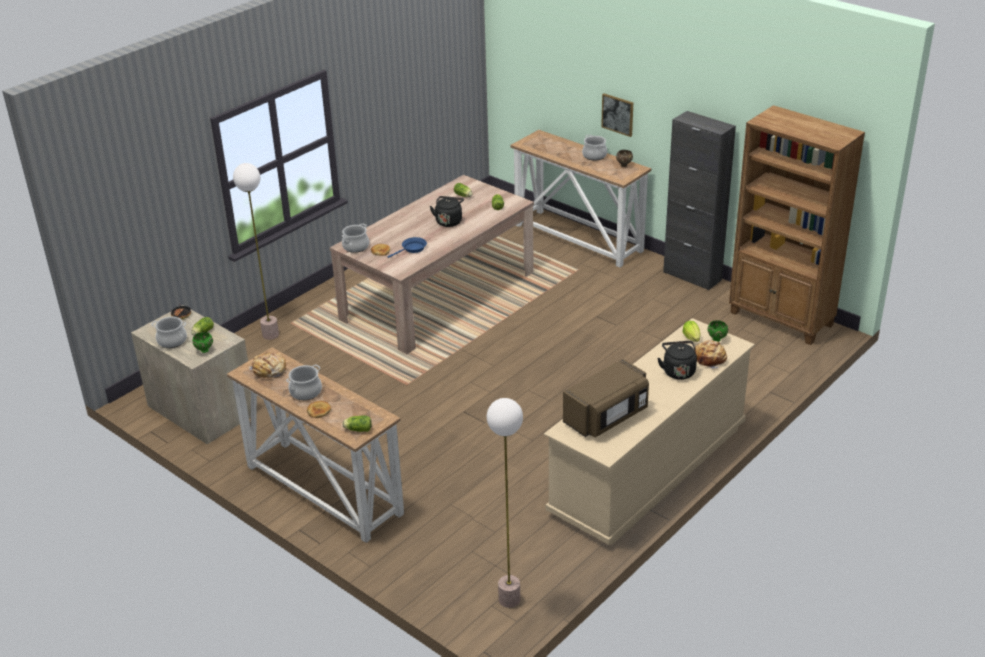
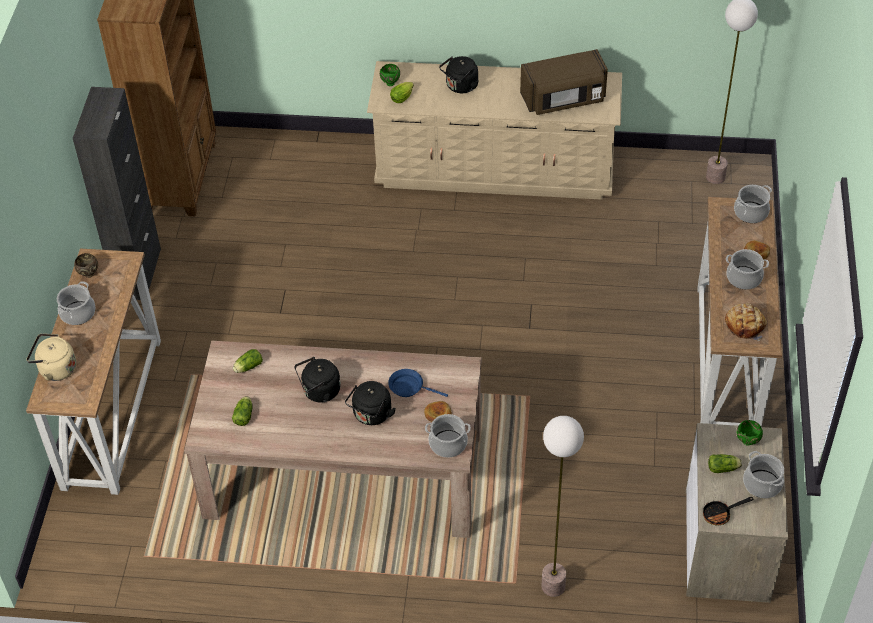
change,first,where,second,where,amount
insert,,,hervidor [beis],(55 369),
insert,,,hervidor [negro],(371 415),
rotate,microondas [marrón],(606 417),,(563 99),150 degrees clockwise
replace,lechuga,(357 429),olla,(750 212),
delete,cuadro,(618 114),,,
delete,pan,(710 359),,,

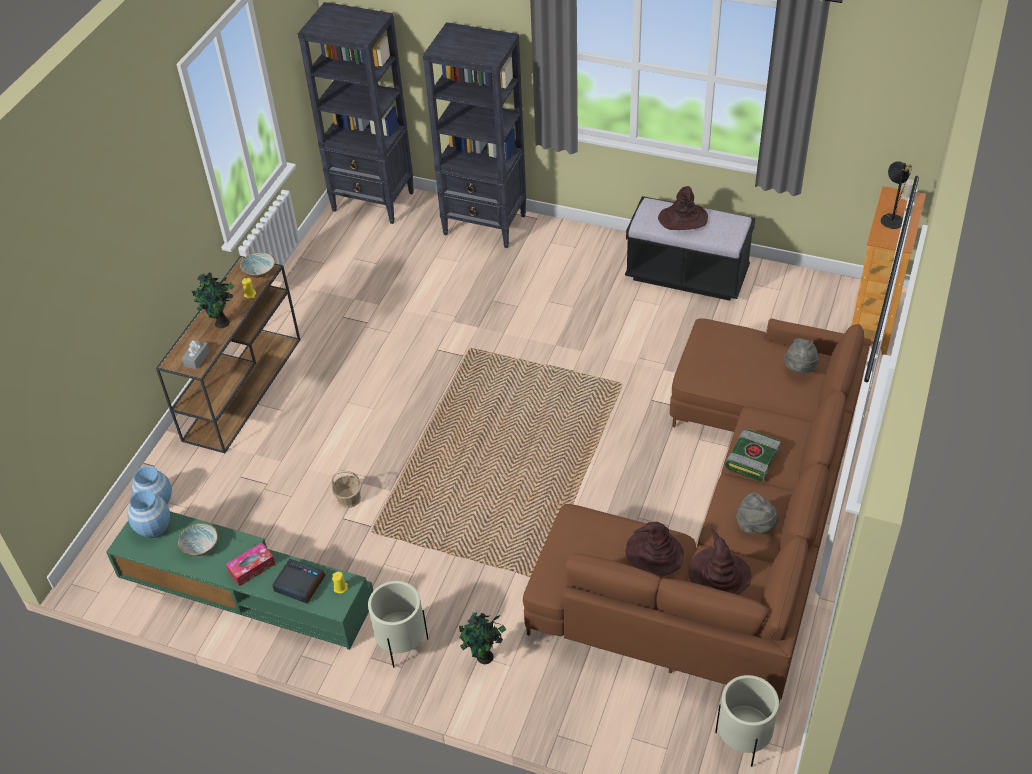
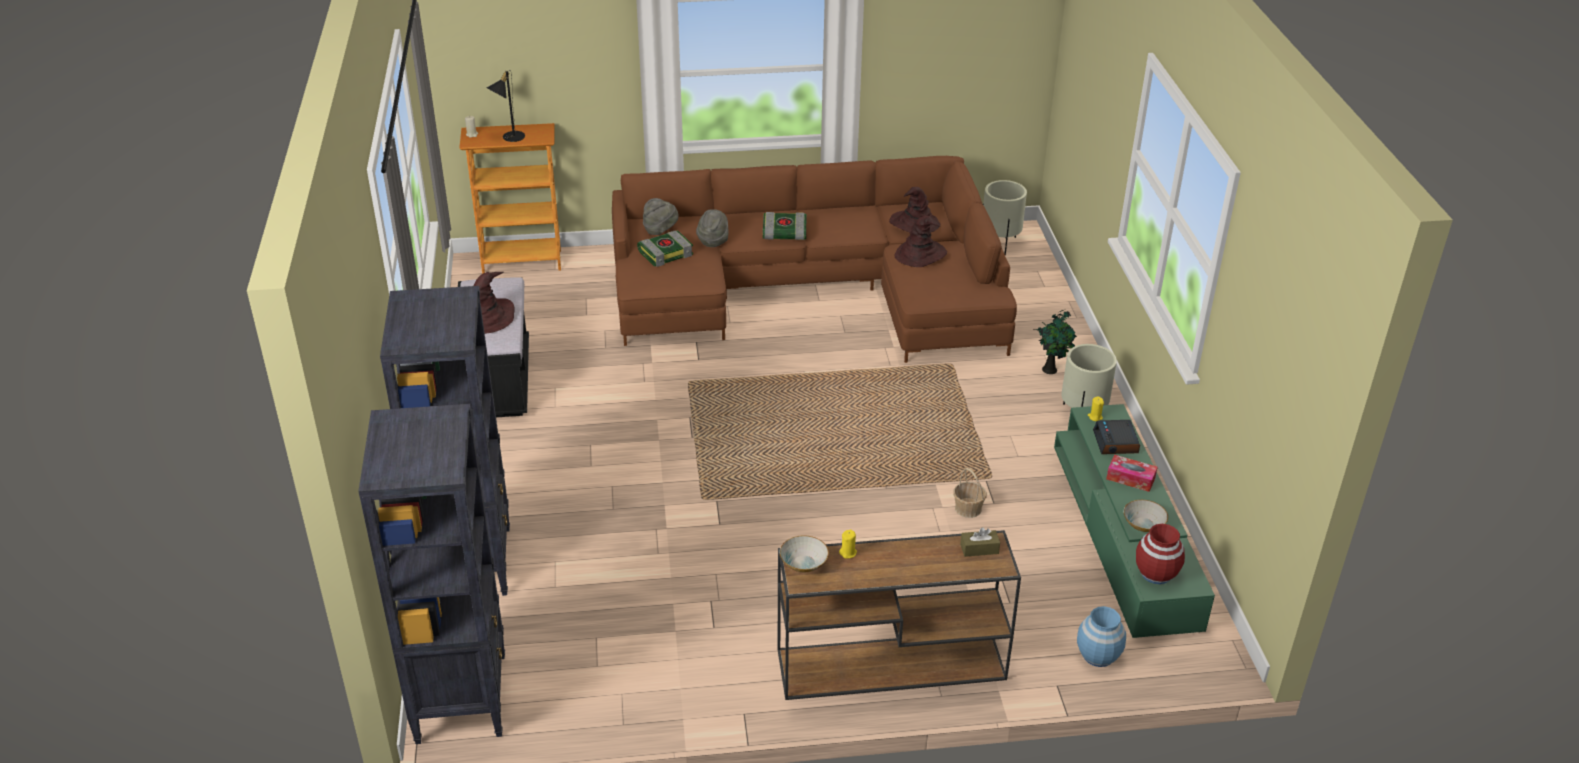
change,first,where,second,where,amount
insert,,,libro,(666 253),
move,sombrero [gris],(755 526),,(713 240),
recolor,caja de pañuelos [gris],(197 358),caja de pañuelos [marrón],(979 549),
recolor,florero [azul],(153 527),florero [rojo],(1156 573),
delete,planta en maceta,(222 324),,,

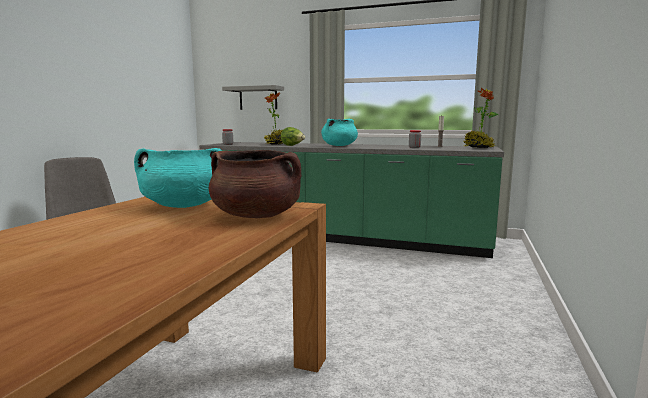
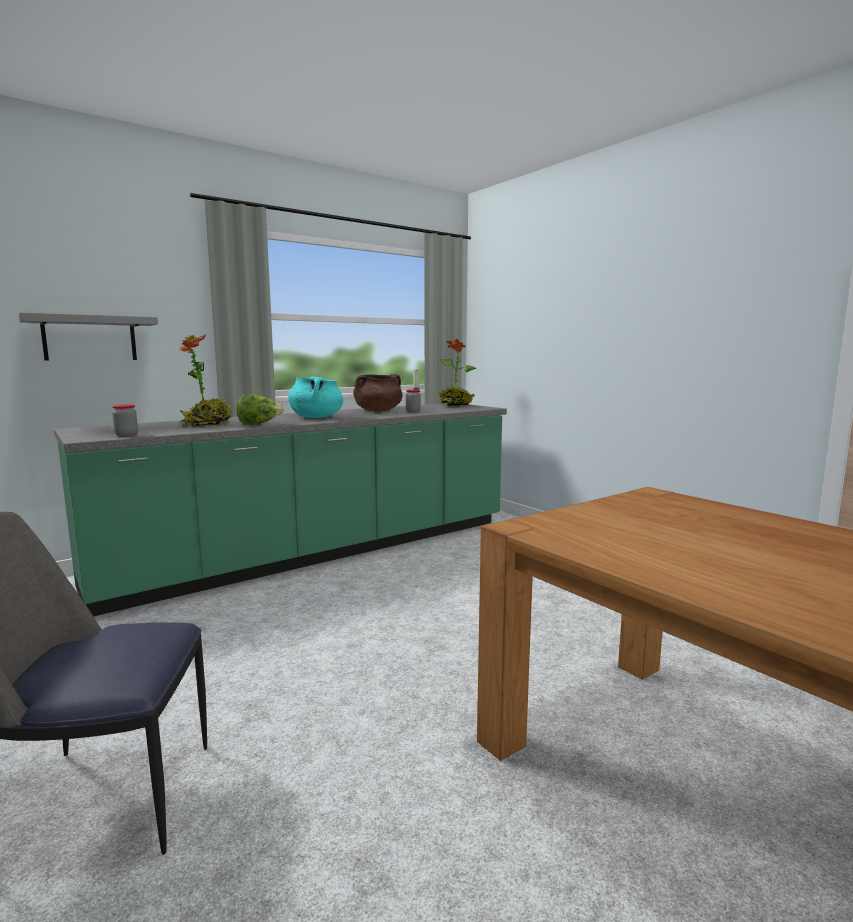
change,first,where,second,where,amount
move,olla [marrón],(256 216),,(378 410),
delete,olla [turquesa],(183 206),,,

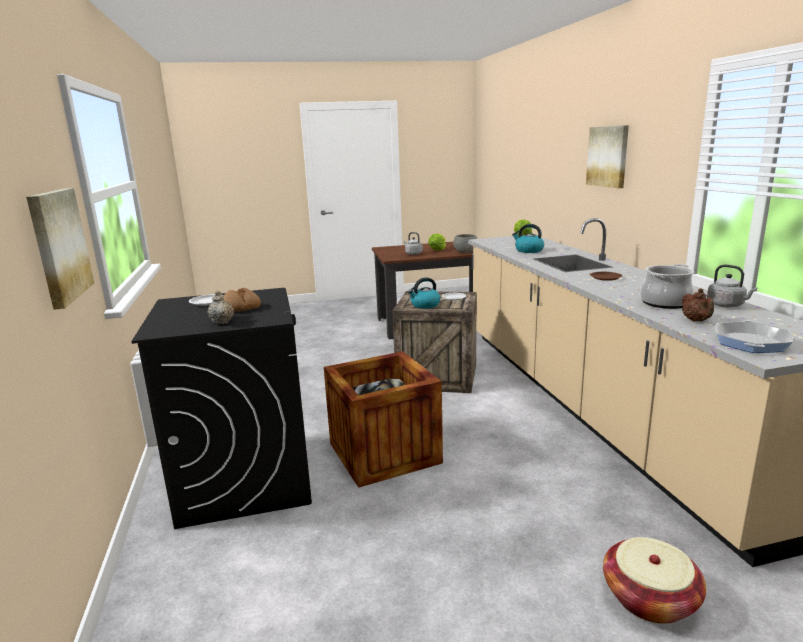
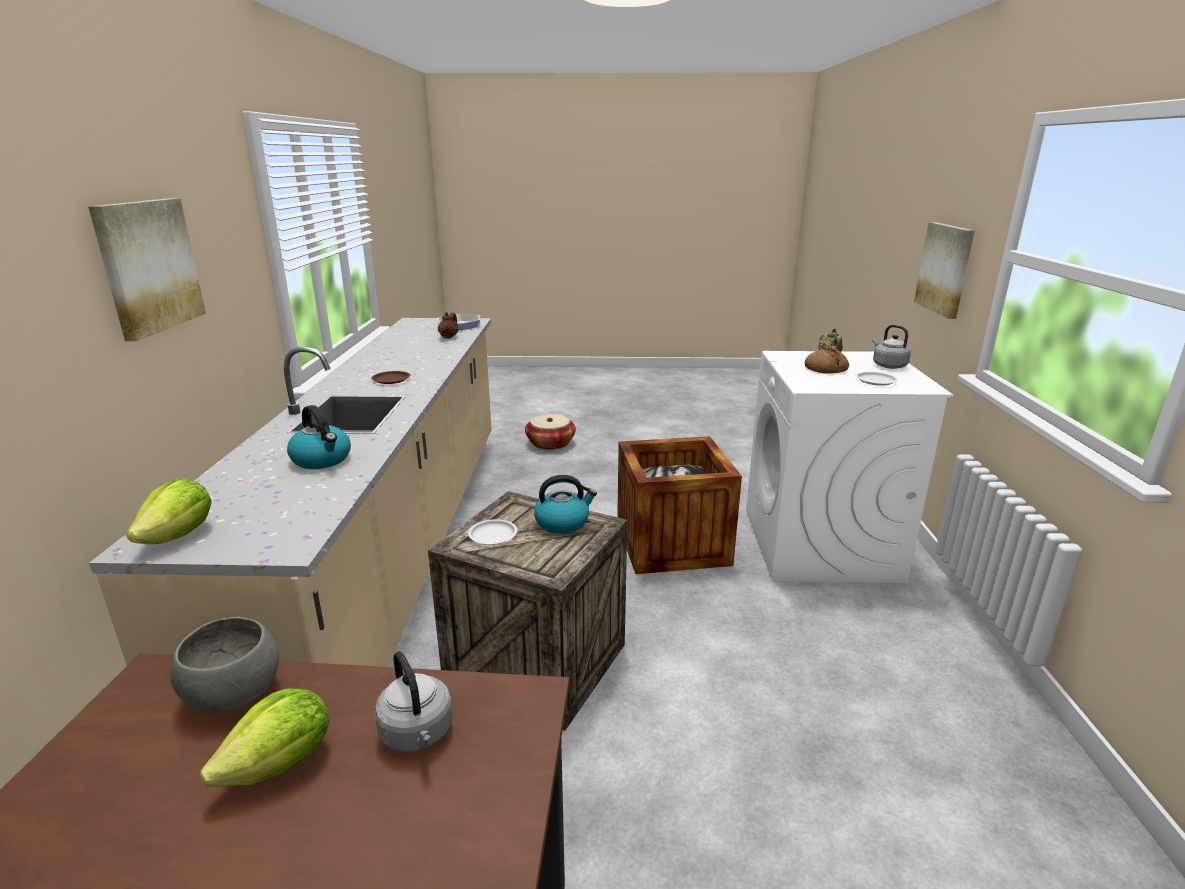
change,first,where,second,where,amount
recolor,lavadora [negro],(245 477),lavadora [blanco],(820 545),
move,hervidor [gris],(727 305),,(888 365),
delete,olla,(665 303),,,

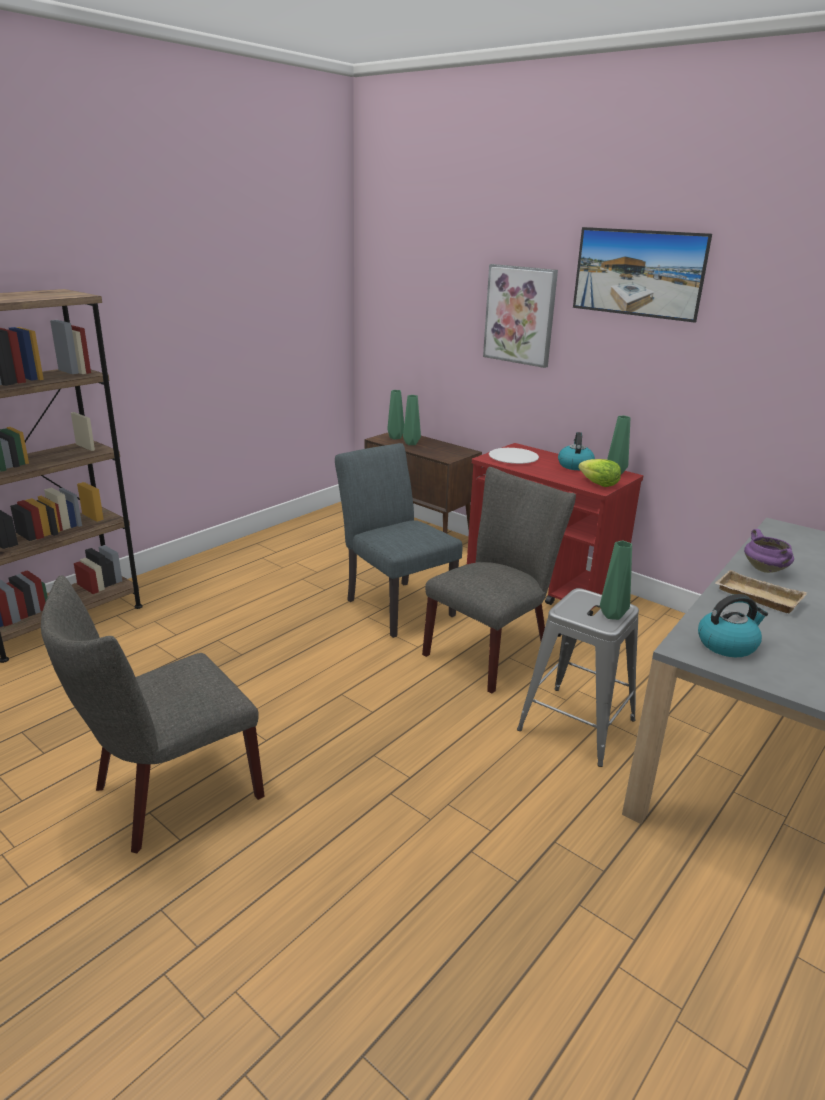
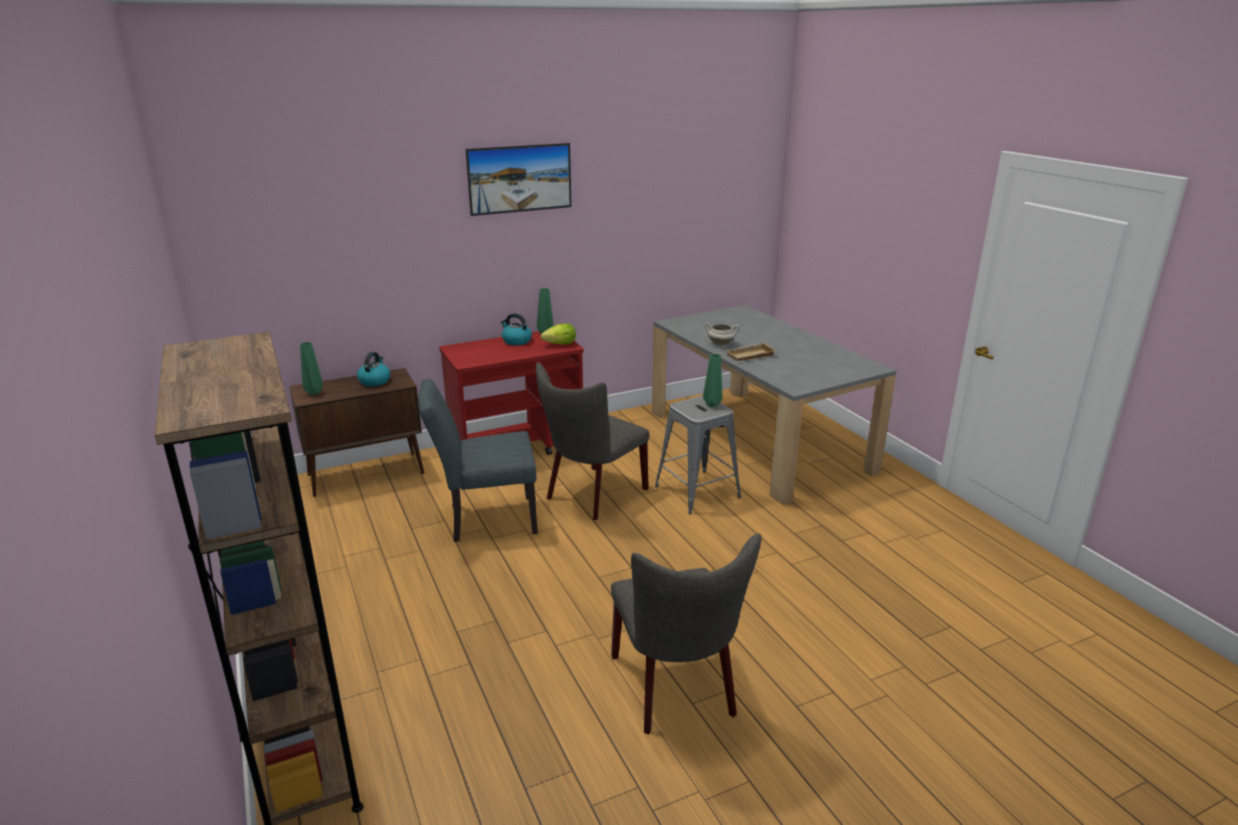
change,first,where,second,where,amount
move,hervidor,(727 644),,(374 381),
rotate,silla [gris],(492 651),,(592 495),120 degrees counterclockwise
recolor,olla [morado],(766 570),olla [blanco],(721 344),
delete,florero [verde],(411 444),,,
delete,cuadro,(520 315),,,
delete,plato [blanco],(513 457),,,

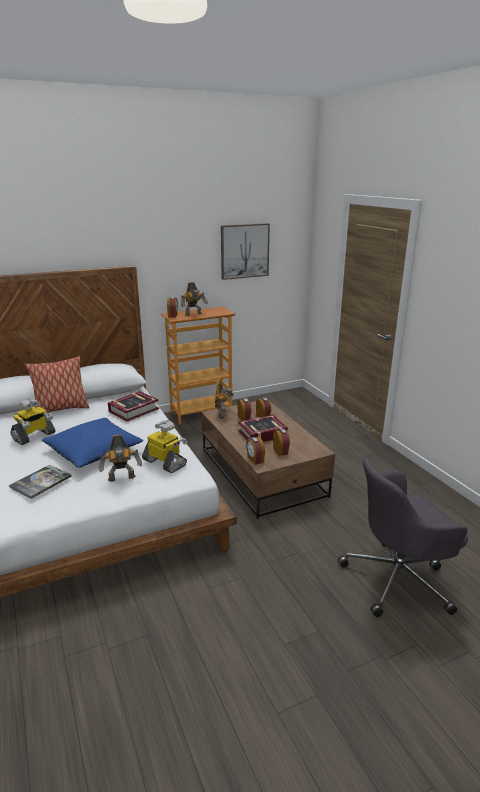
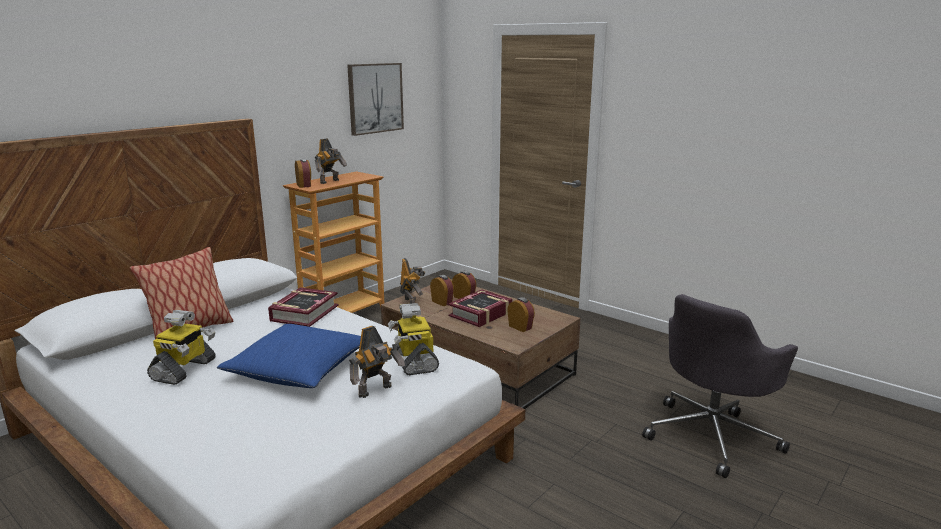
change,first,where,second,where,amount
rotate,robot de juguete,(165 463),,(414 361),120 degrees counterclockwise
delete,libro,(40 482),,,
delete,despertador,(255 460),,,

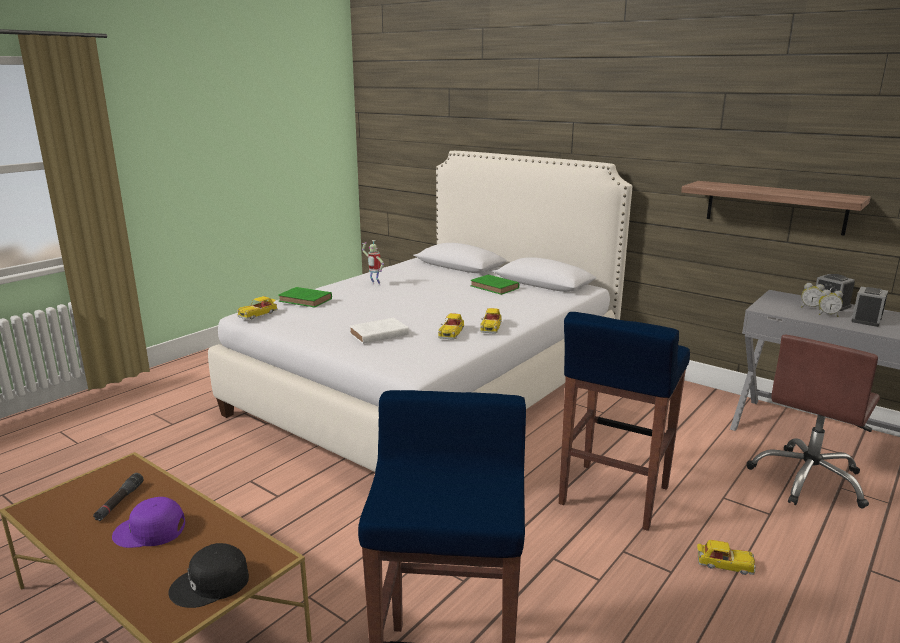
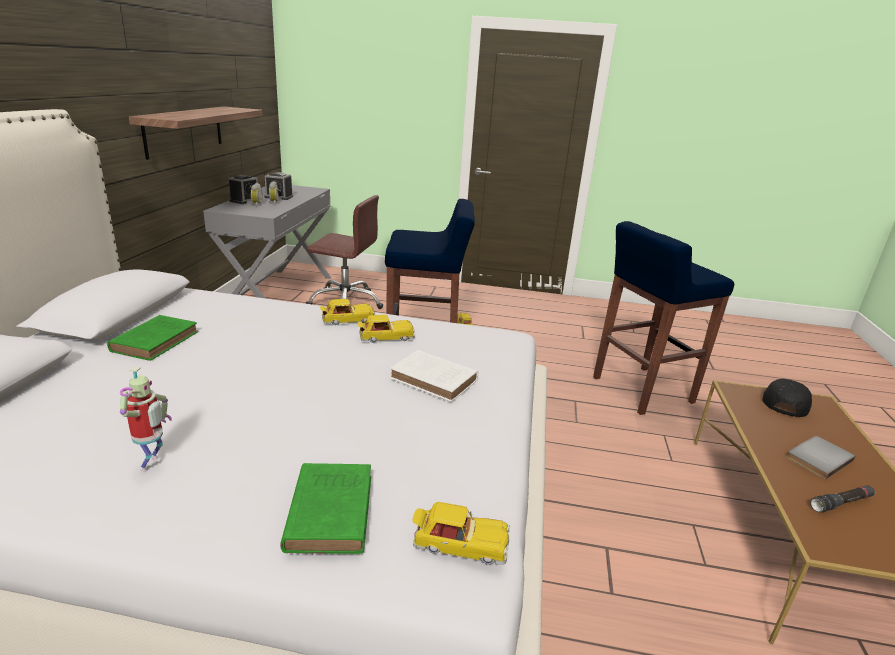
change,first,where,second,where,amount
rotate,gorra [negro],(211 584),,(784 402),90 degrees counterclockwise
replace,gorra [morado],(150 531),libro [gris],(816 458),

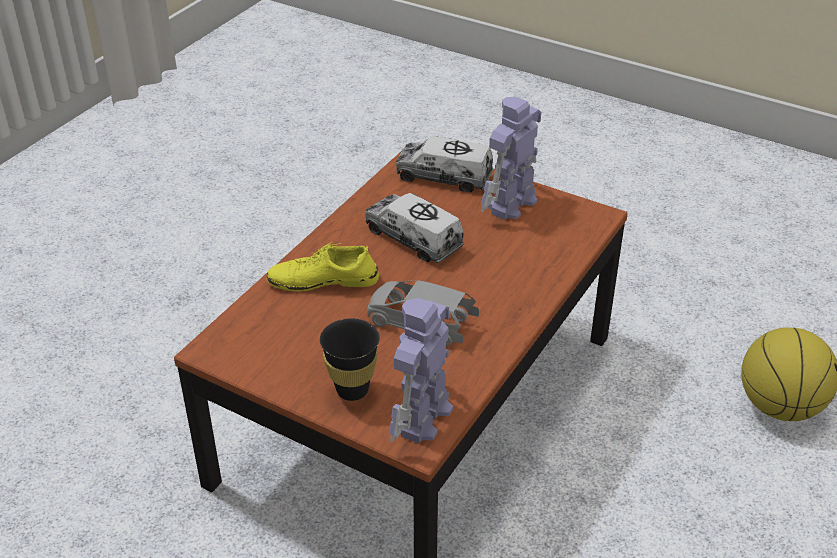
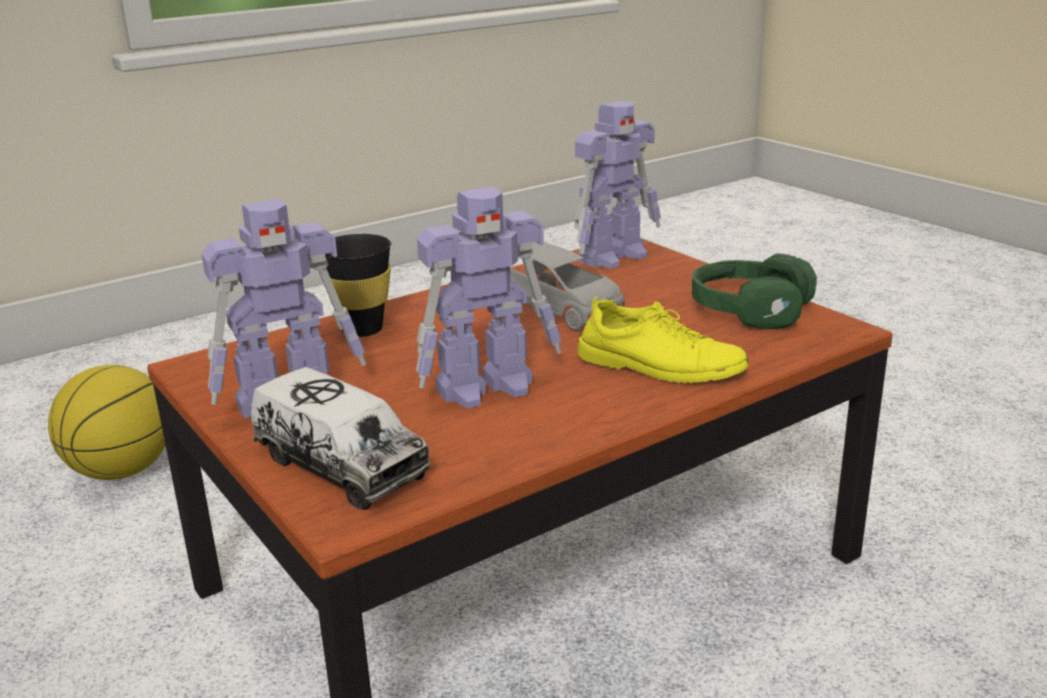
change,first,where,second,where,amount
move,taza [negro],(352 390),,(362 329),
replace,camión de juguete,(413 238),robot de juguete,(488 387),
insert,,,auriculares [verde],(748 310),

